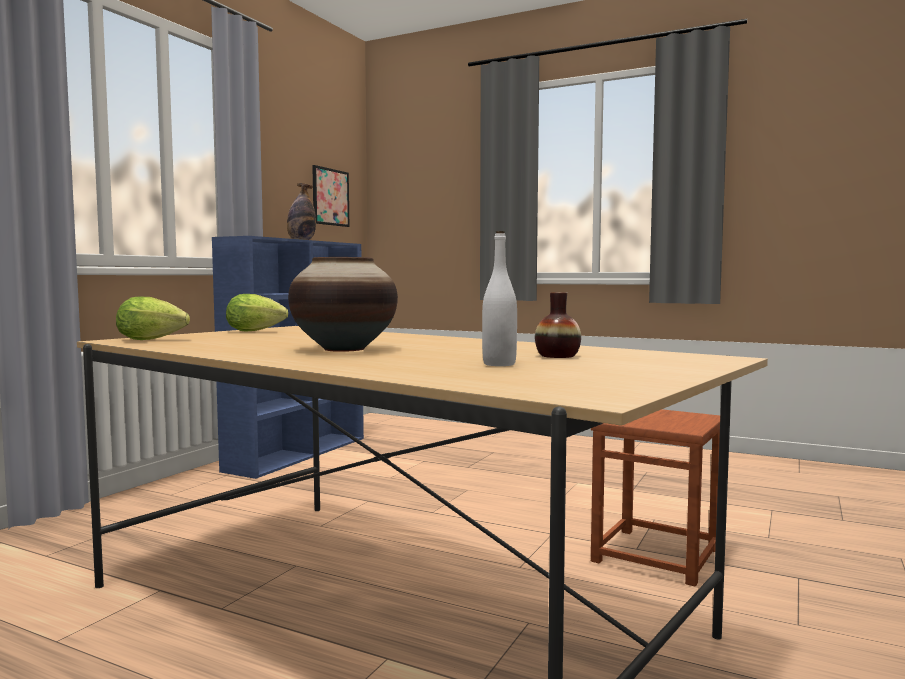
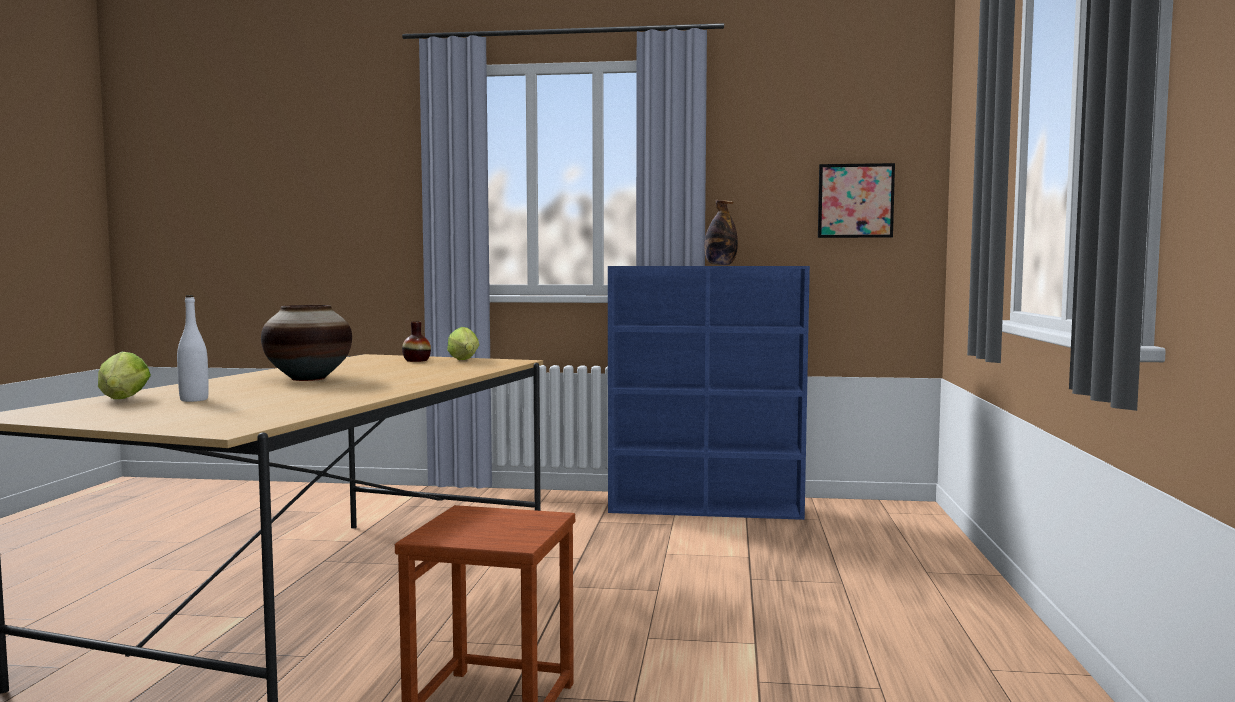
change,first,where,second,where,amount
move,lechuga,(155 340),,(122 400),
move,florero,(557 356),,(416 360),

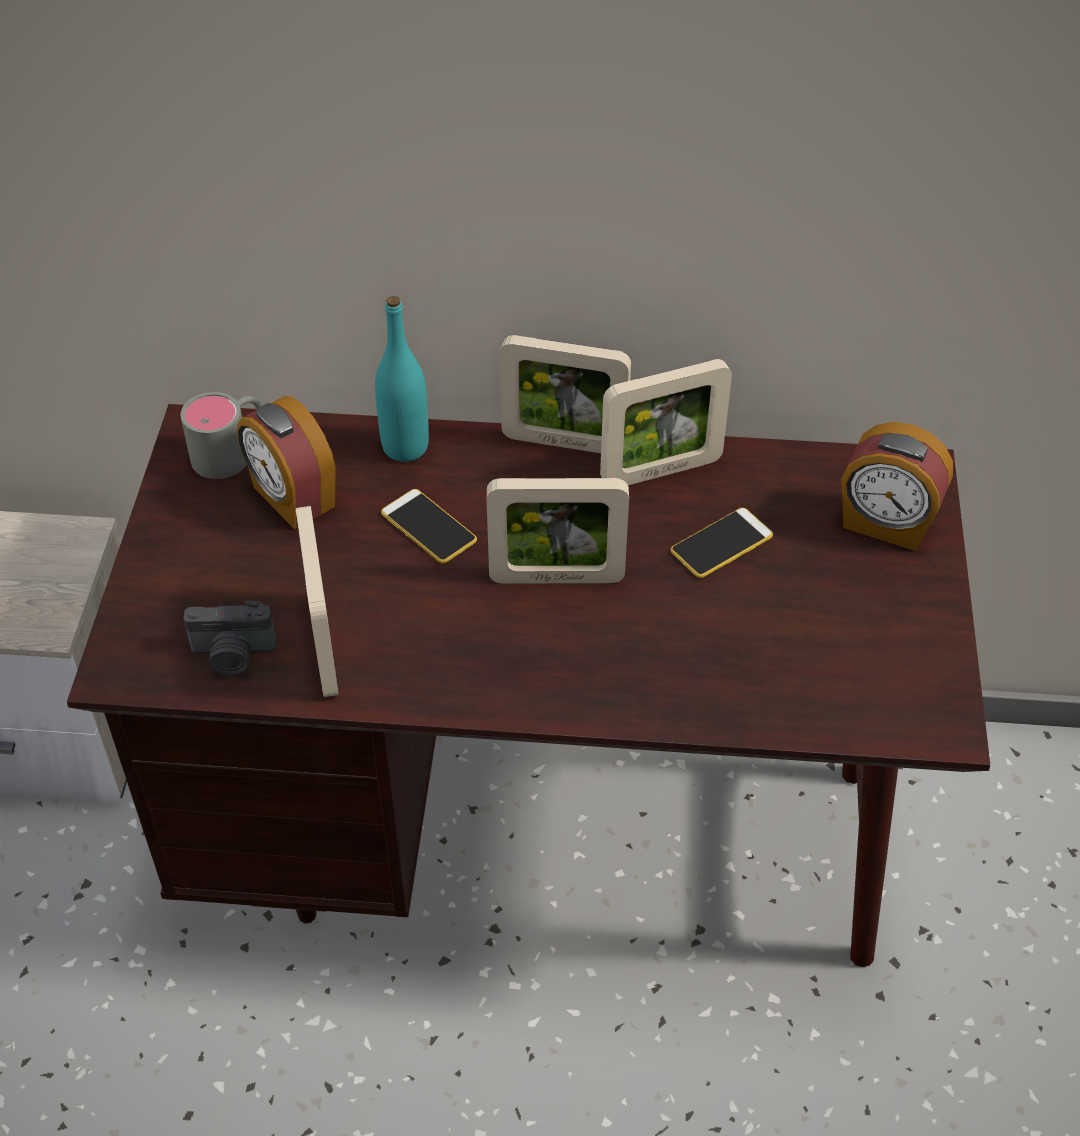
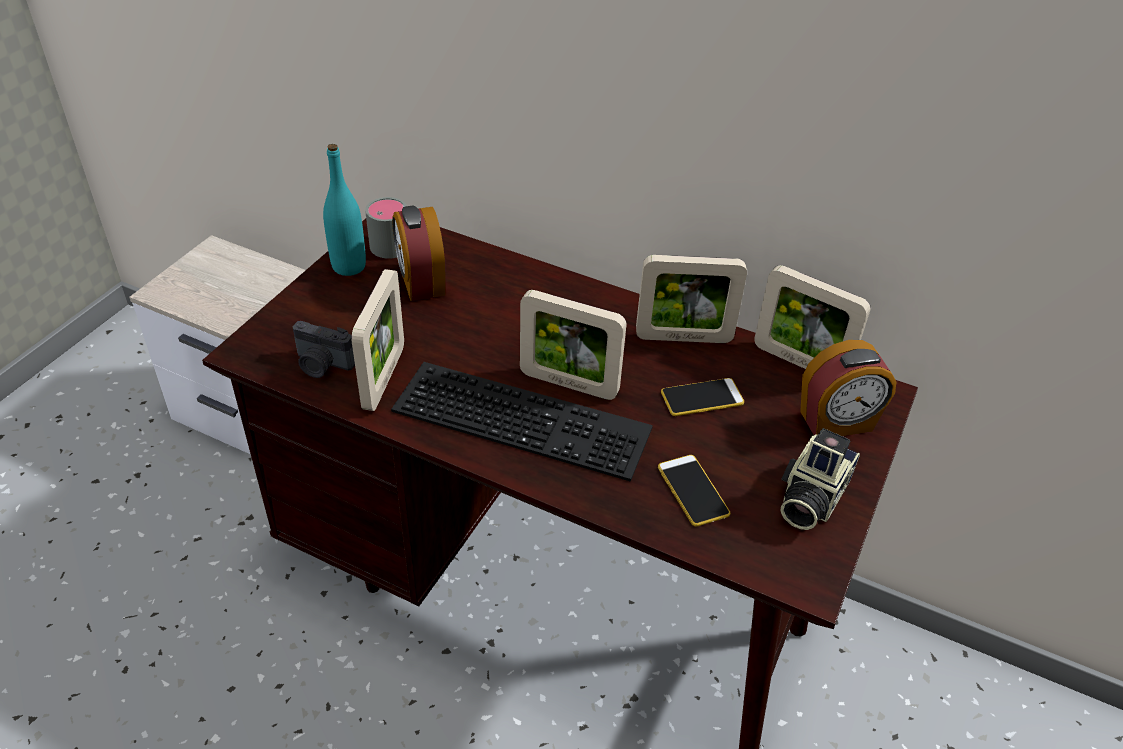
change,first,where,second,where,amount
move,botella [turquesa],(405 447),,(349 266),
insert,,,teclado,(526 417),
move,móvil,(428 527),,(693 491),
move,portarretratos,(563 442),,(799 362),
insert,,,cámara,(809 498),
rotate,despertador,(886 524),,(836 422),60 degrees counterclockwise

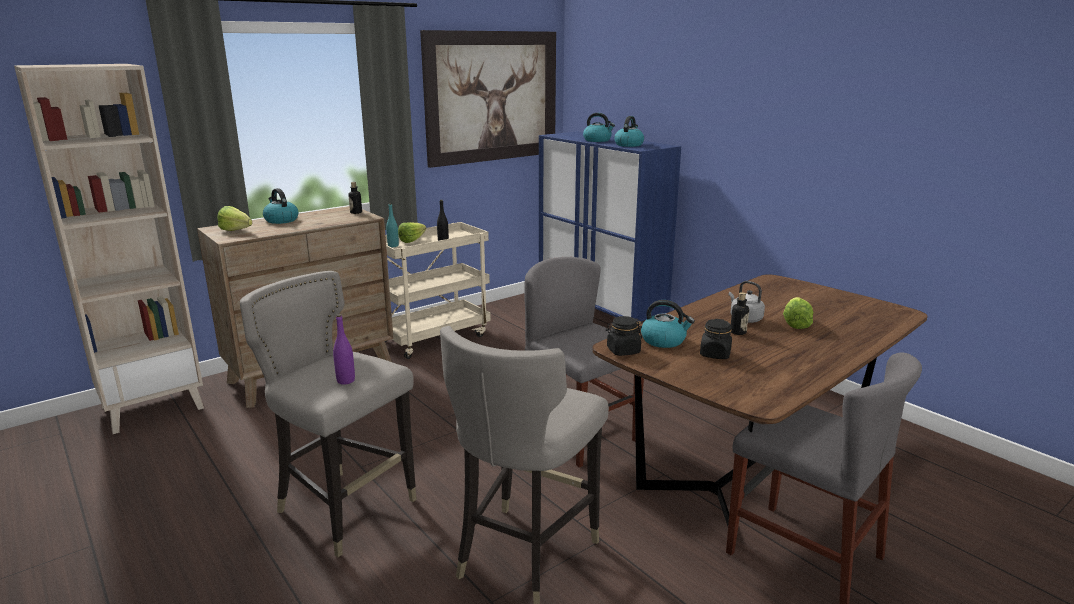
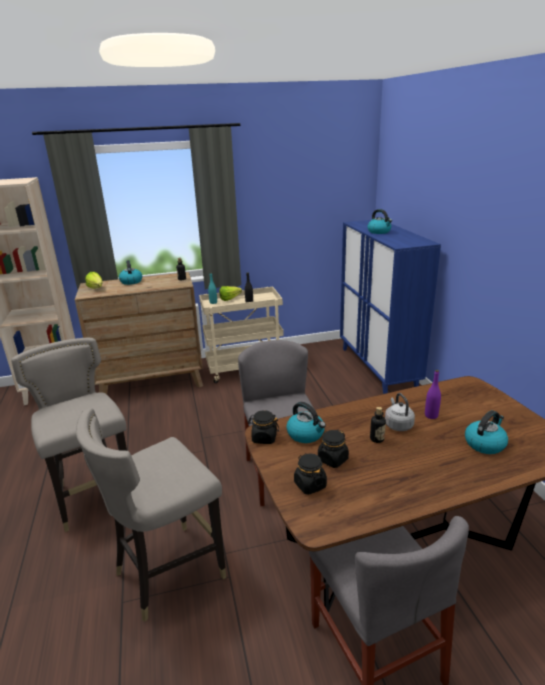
change,first,where,second,where,amount
insert,,,tarro [negro],(310 485),
move,botella [morado],(346 381),,(431 415),
move,hervidor,(629 145),,(484 444),
delete,cuadro,(492 97),,,
delete,lechuga,(796 322),,,

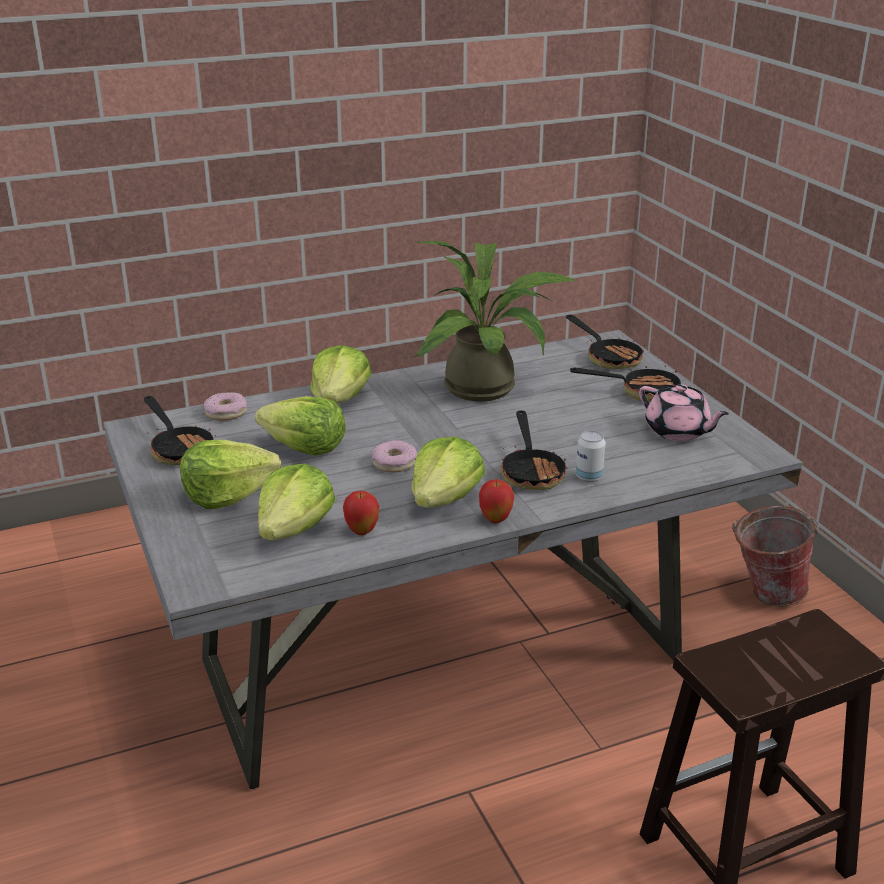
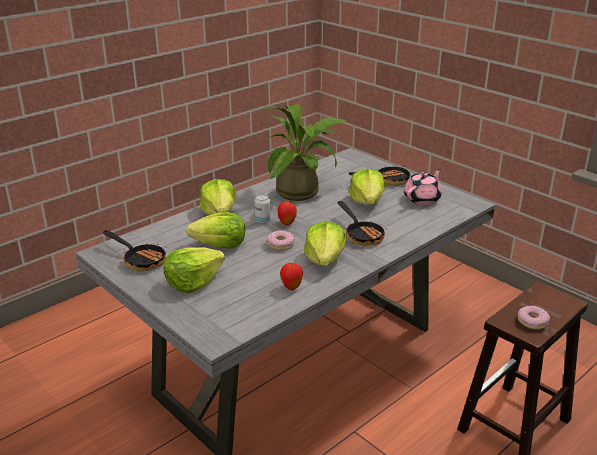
change,first,where,second,where,amount
move,lata,(589 477),,(262 221),
move,manzana,(495 519),,(287 223),
move,lechuga,(294 529),,(367 201),
rotate,tetera [rosa],(678 431),,(422 199),75 degrees counterclockwise
move,rosquilla,(226 413),,(532 321),
delete,sartén,(608 357),,,
delete,cubo,(765 593),,,

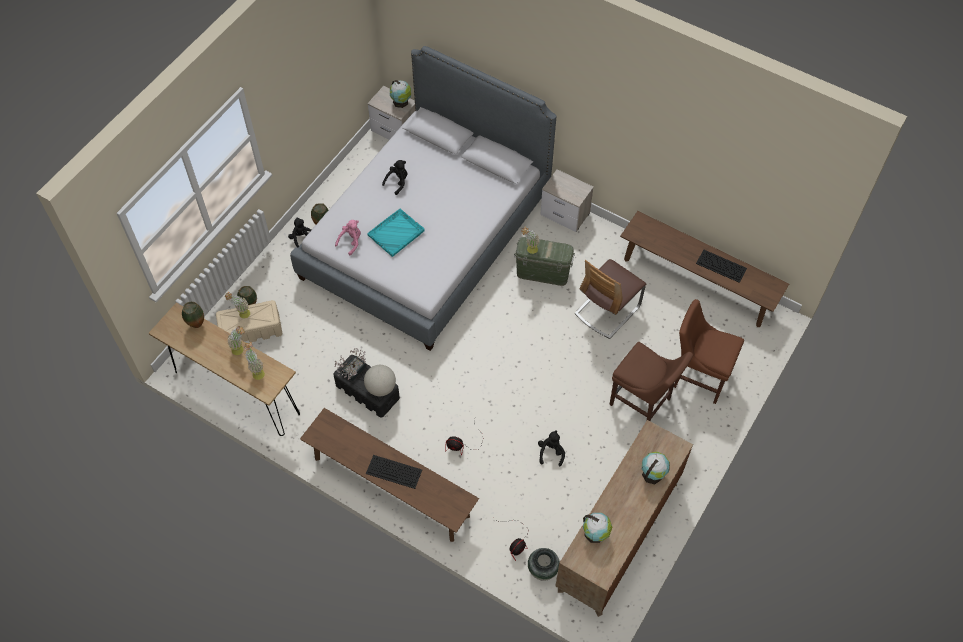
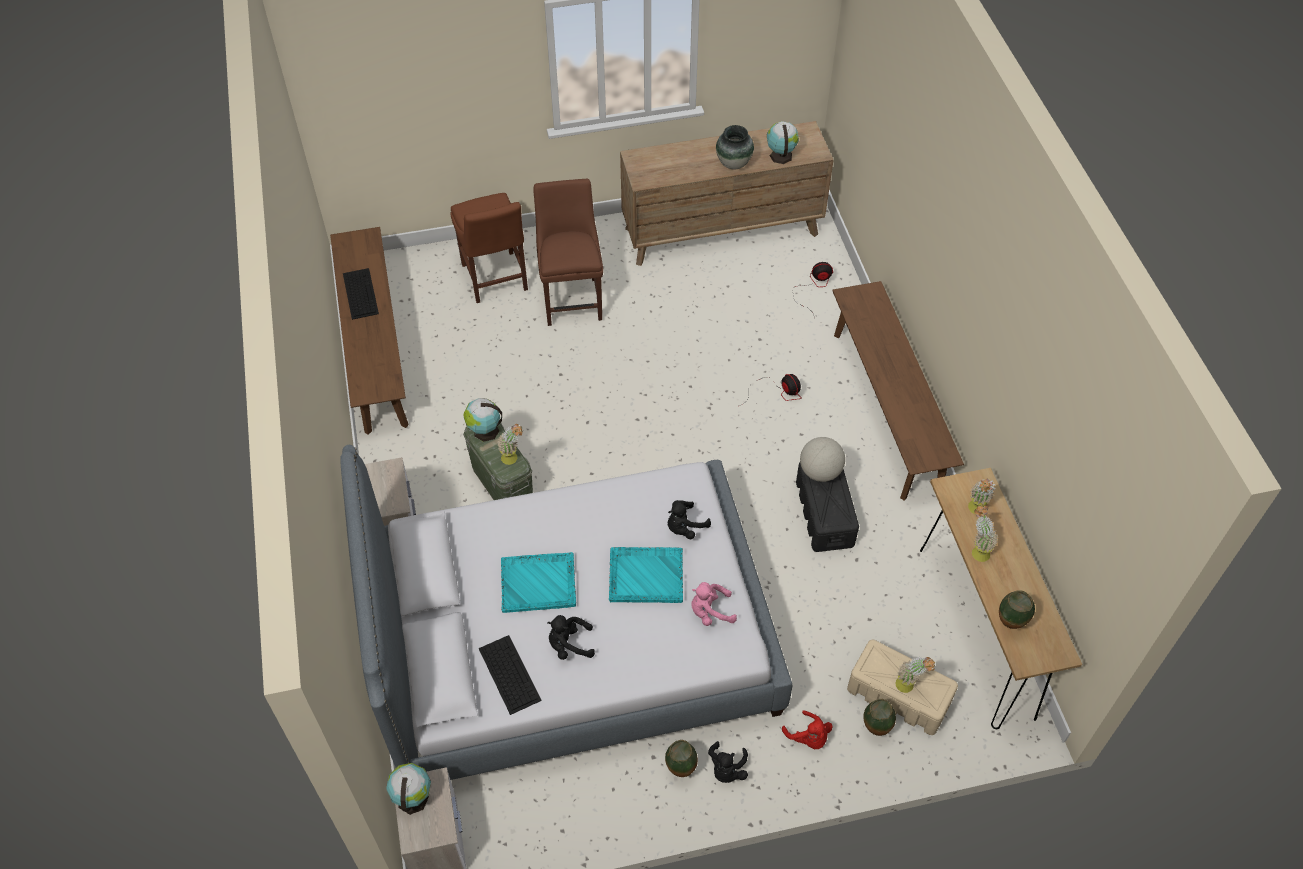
change,first,where,second,where,amount
move,globo terráqueo,(652 474),,(484 431),
move,teclado,(394 471),,(508 673),
insert,,,bandeja [turquesa],(539 583),
move,peluche [negro],(551 452),,(684 527),
move,florero,(542 569),,(733 164),
insert,,,peluche [rojo],(808 738),
delete,planta en maceta,(352 372),,,
delete,silla,(607 310),,,

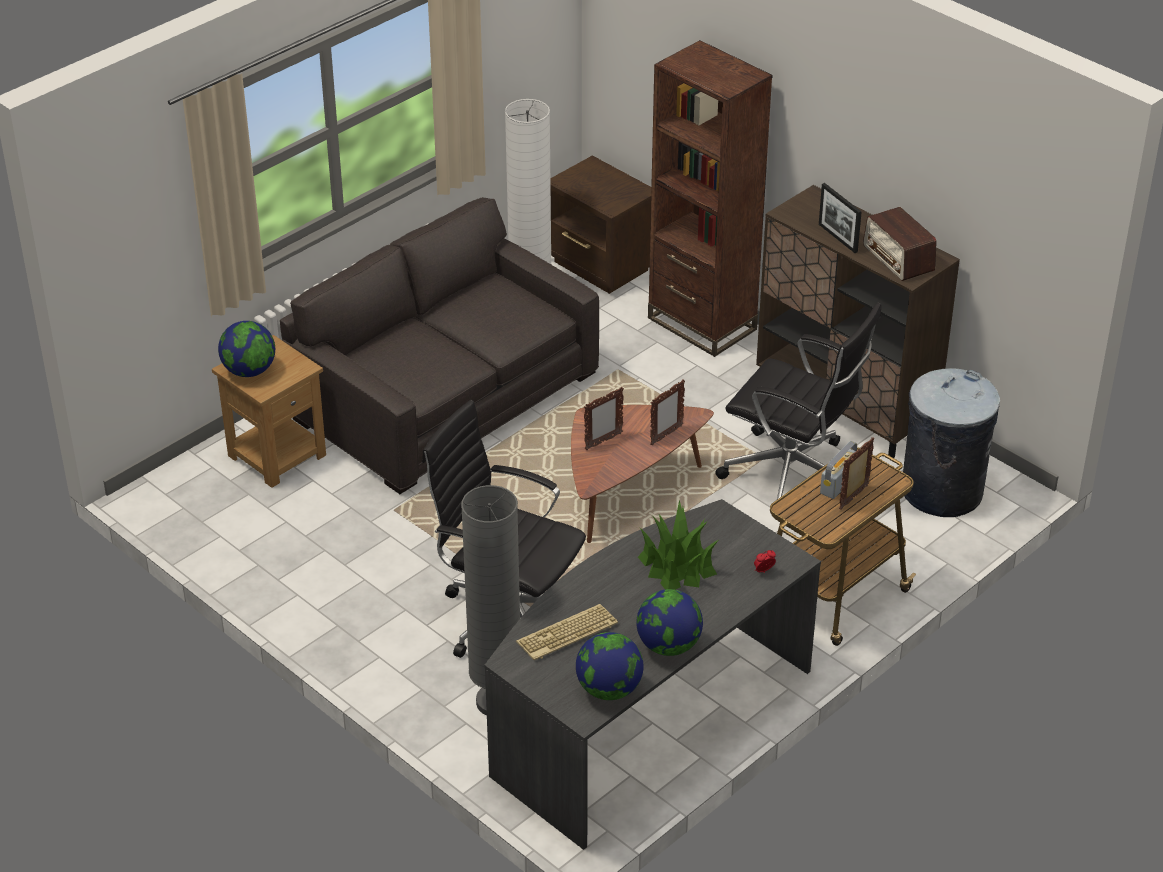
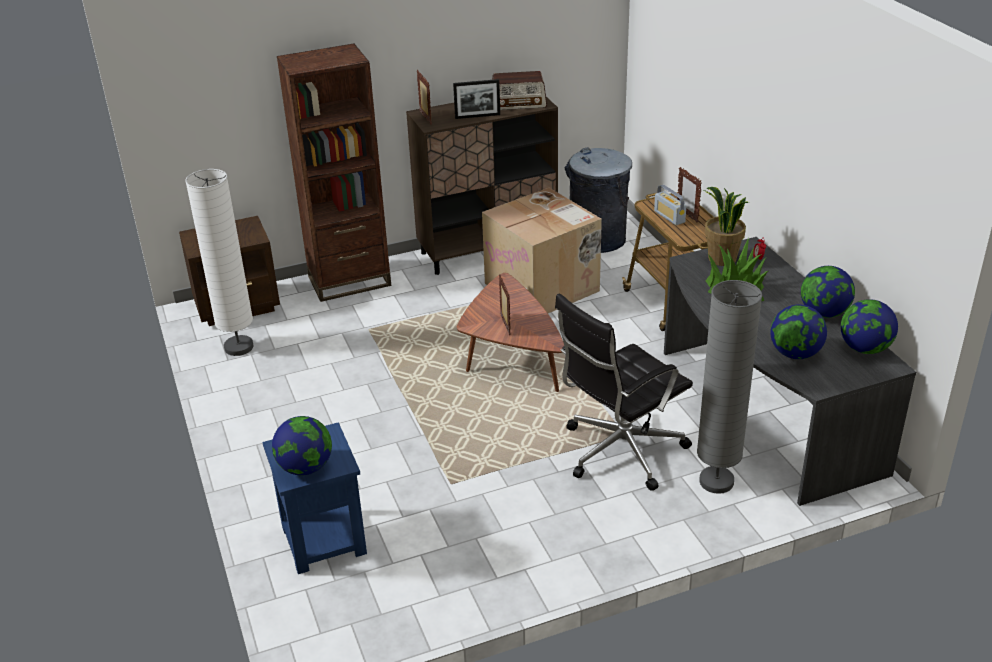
change,first,where,second,where,amount
recolor,mesa auxiliar [marrón],(277 455),mesa auxiliar [azul],(323 539),
move,portarretratos,(666 435),,(425 118),
replace,silla de oficina [negro],(793 475),caja de cartón,(543 287),
insert,,,planta en maceta,(721 259),
replace,teclado,(567 634),globo terráqueo,(795 354),
delete,sofá [gris],(445 395),,,

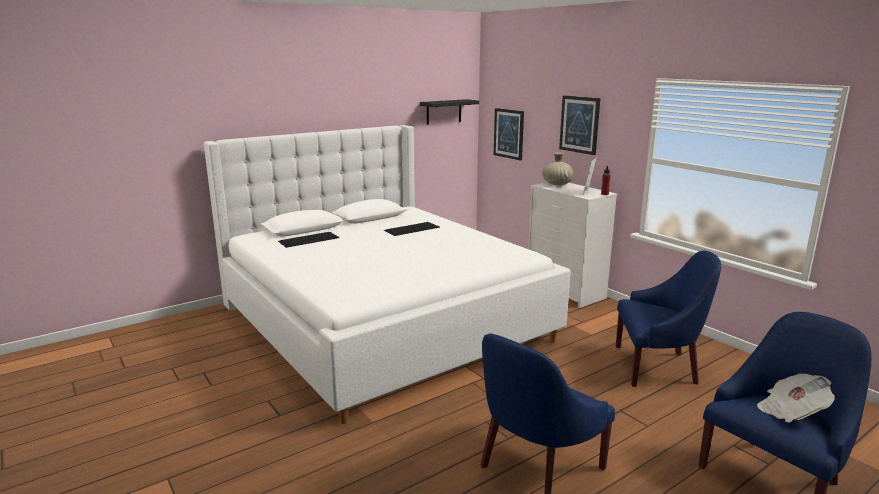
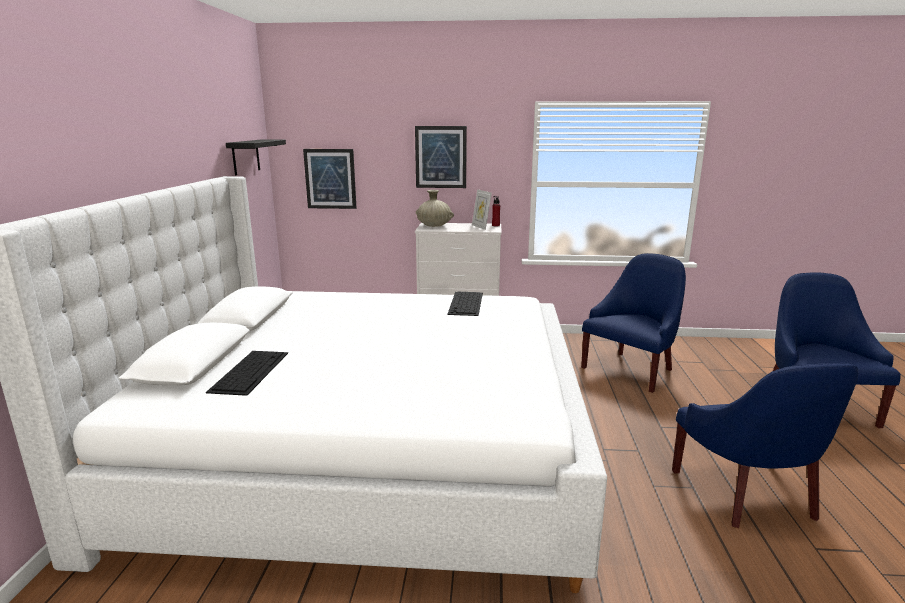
change,first,where,second,where,amount
move,teclado,(411 229),,(466 303),
delete,periódico,(791 411),,,

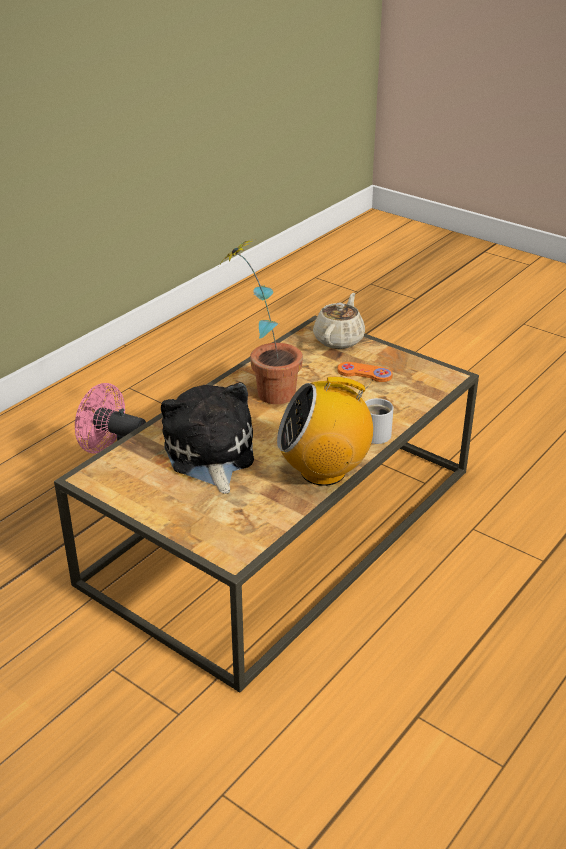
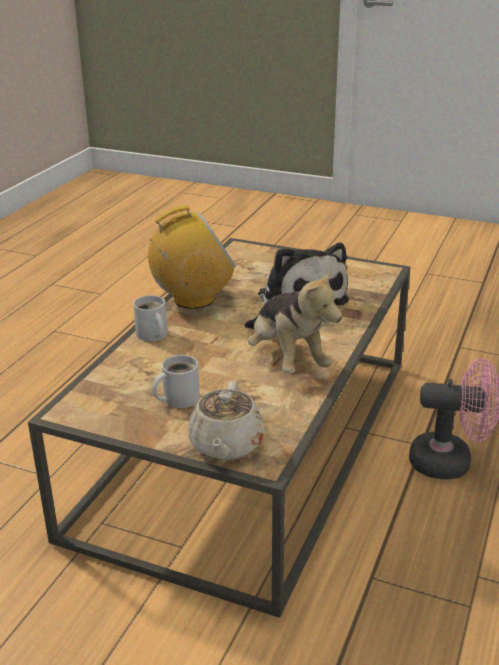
change,first,where,second,where,amount
replace,mando de consola [naranja],(364 373),taza grande [blanco],(177 398),
replace,planta en maceta,(265 391),peluche,(286 359),

